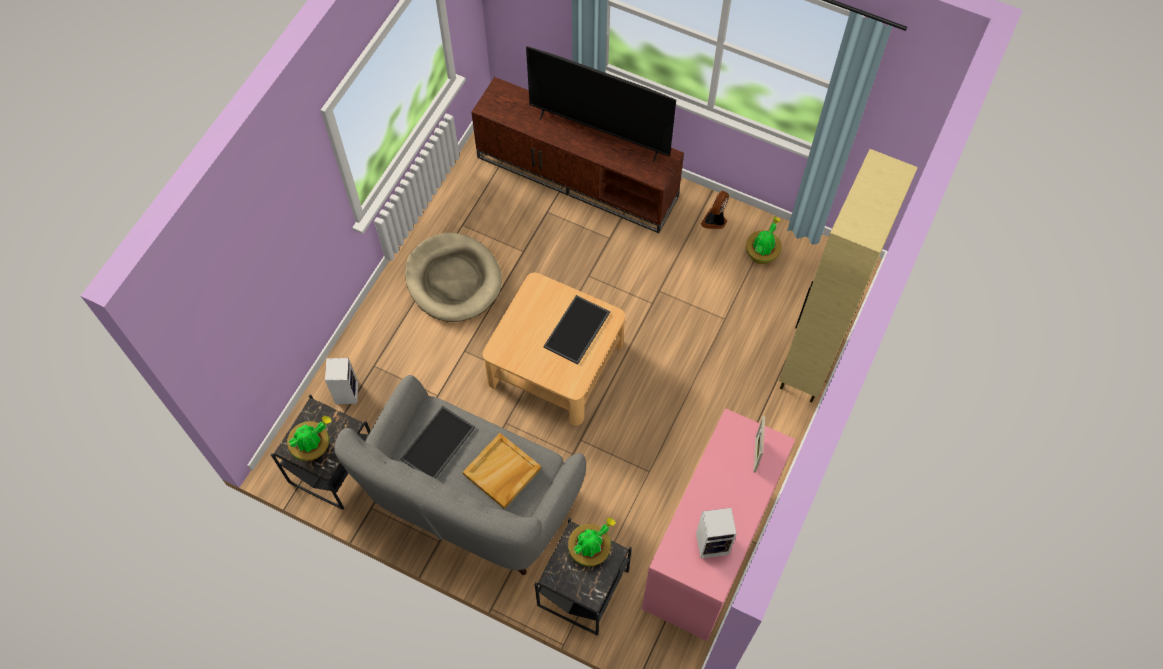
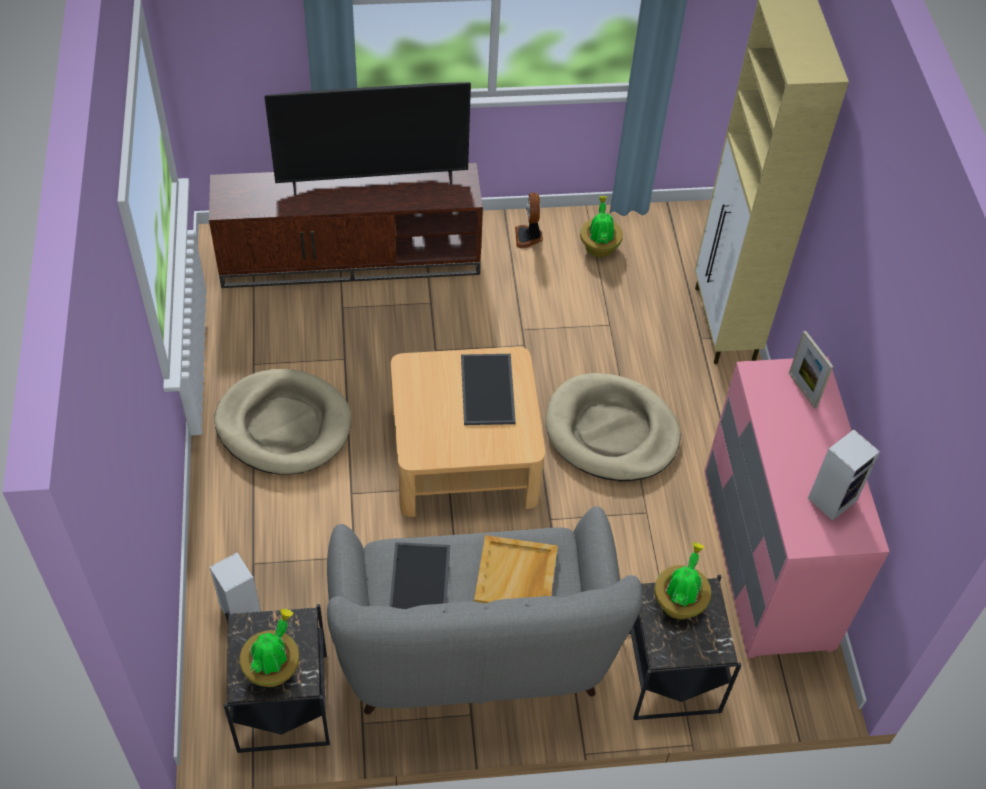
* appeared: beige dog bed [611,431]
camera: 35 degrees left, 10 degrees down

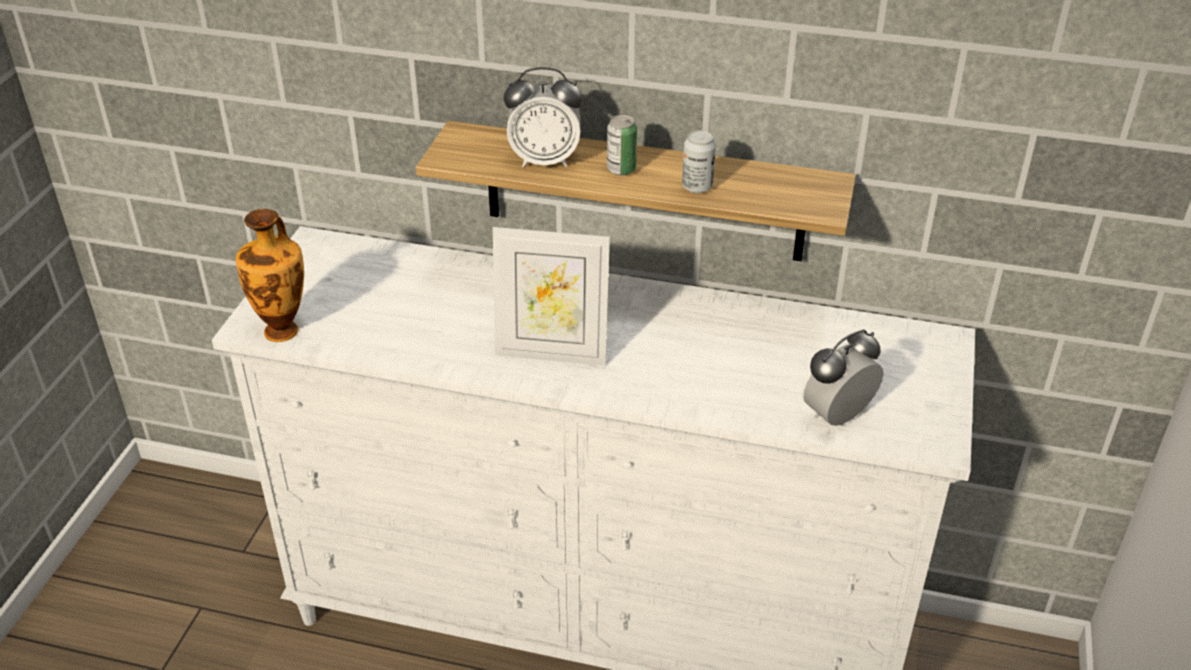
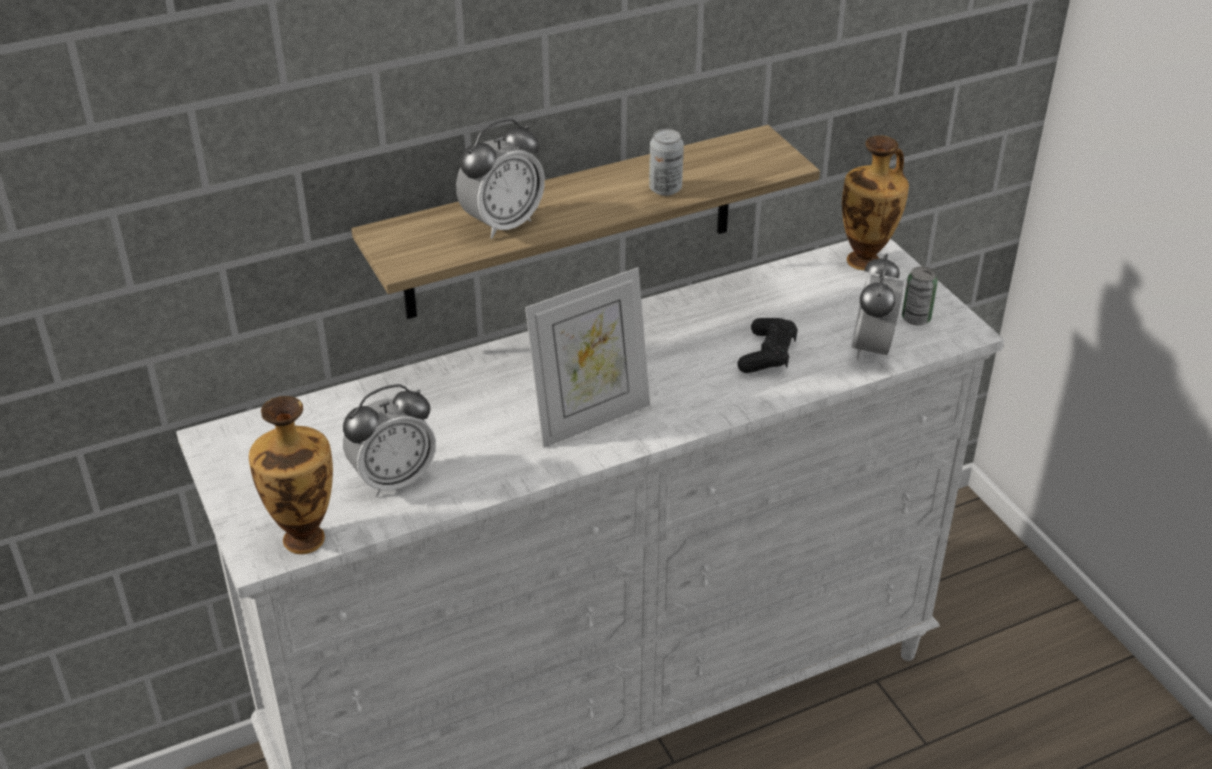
* appeared: alarm clock [393,479]
* appeared: black game controller [767,355]
* appeared: vase [866,260]
* relocated: can [621,169] to [916,318]
camera: 40 degrees left, 0 degrees up

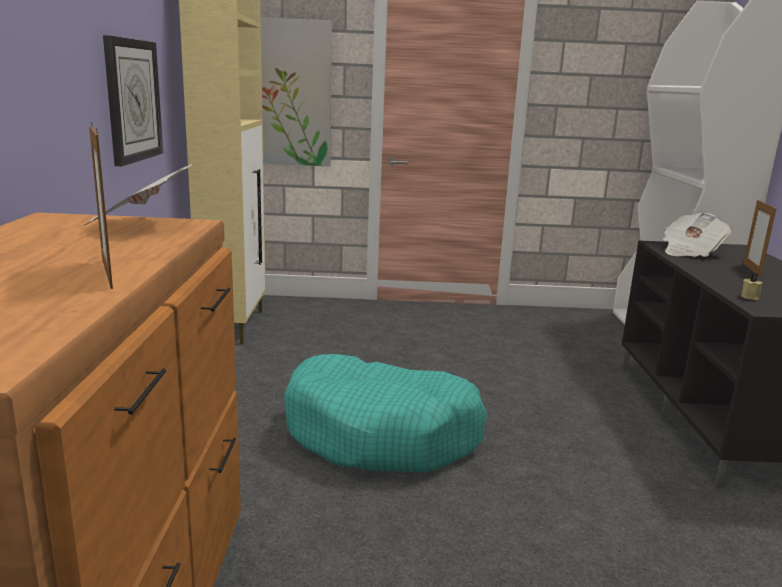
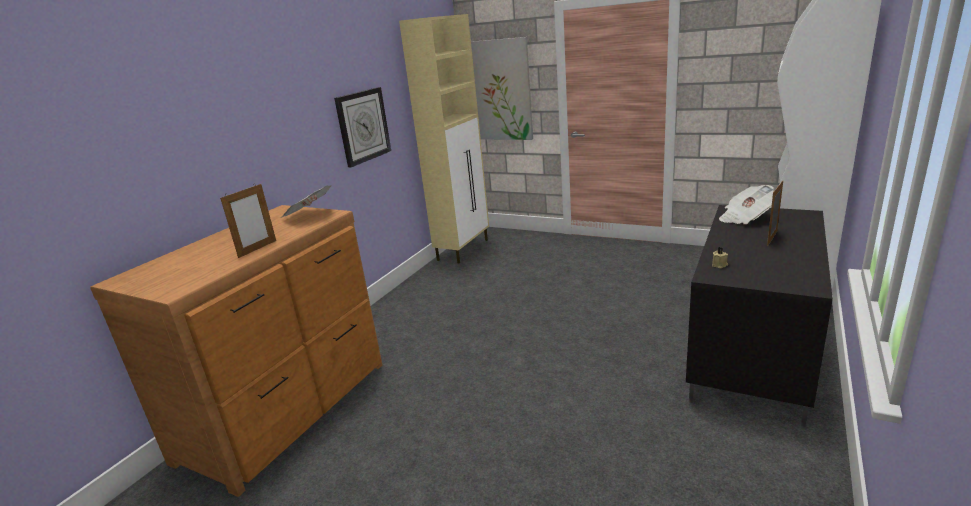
* missing: turquoise dog bed [382,433]
* spun: picture frame [107,273] = [257,249] 150 degrees counterclockwise
camera: 30 degrees right, 5 degrees up

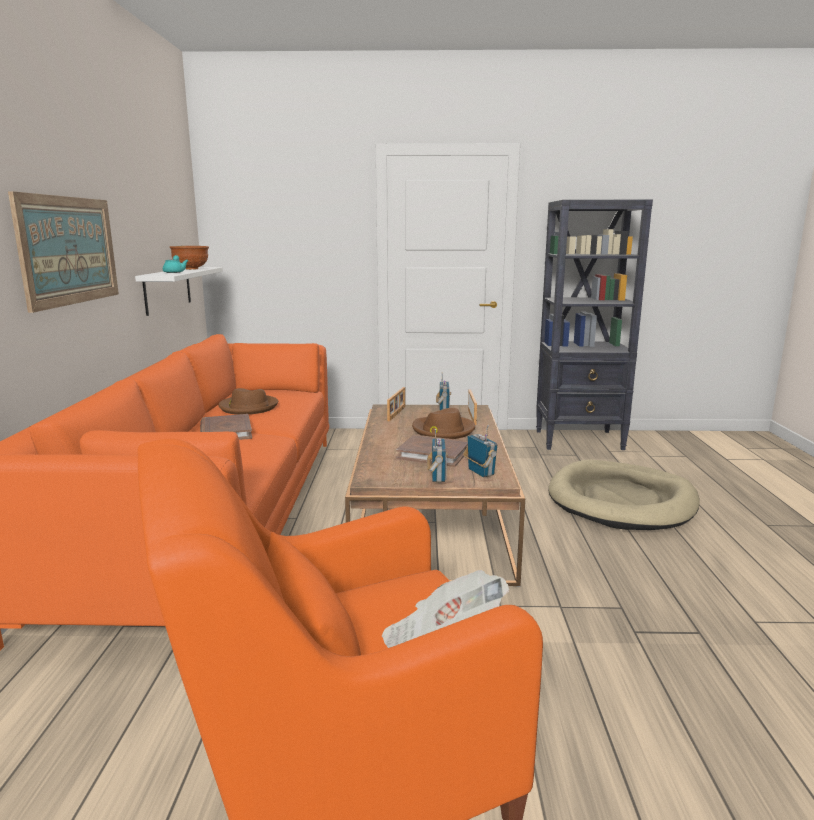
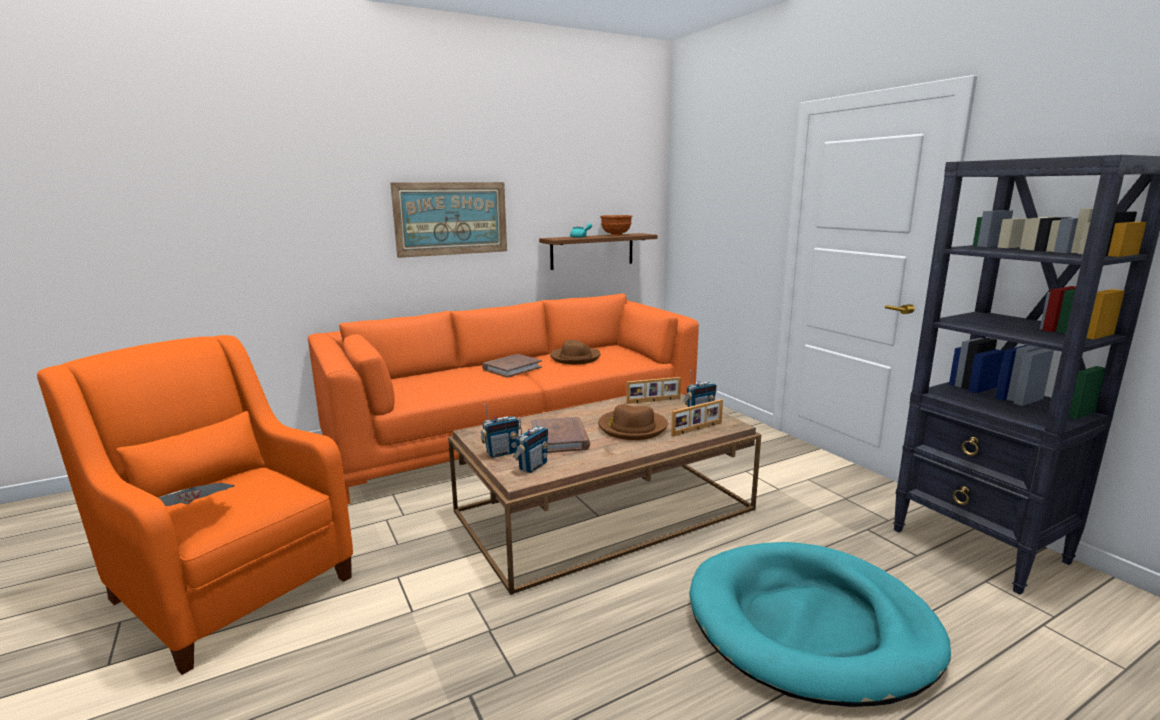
* colour: white shelf [168,289] to brown shelf [592,251]
* colour: beige dog bed [621,501] to turquoise dog bed [810,625]
camera: 60 degrees right, 0 degrees up

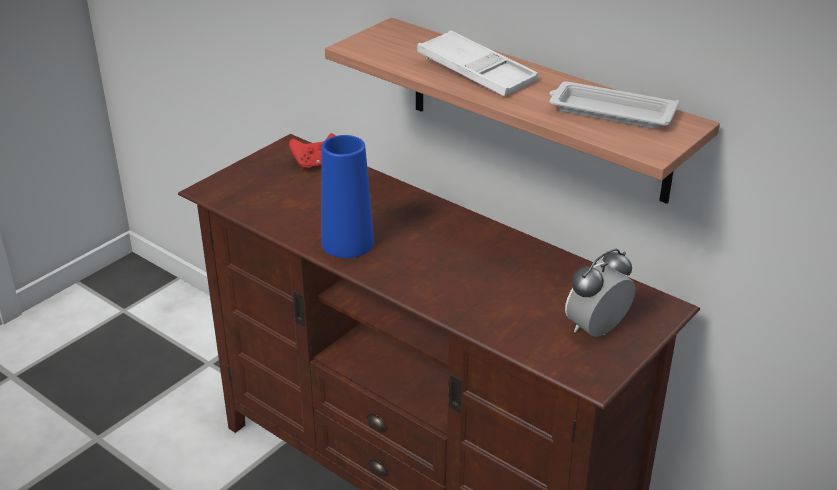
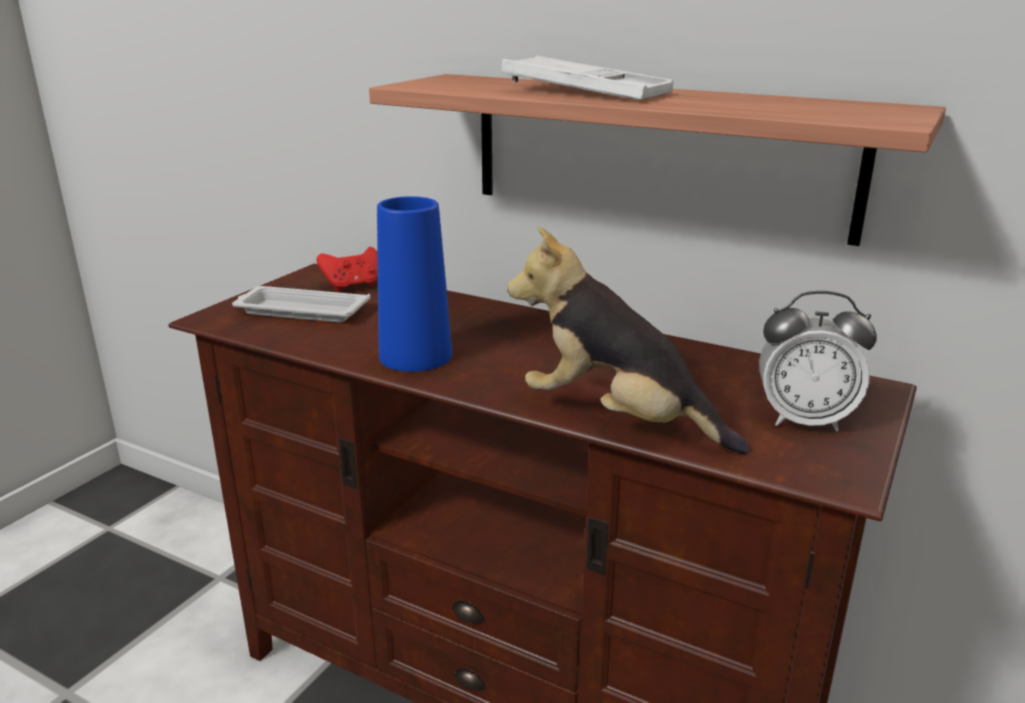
* appeared: plush toy [617,420]
* relocated: white tray [609,112] to [300,311]
* spun: alarm clock [596,329] = [804,420] 120 degrees counterclockwise
camera: 10 degrees left, 10 degrees down

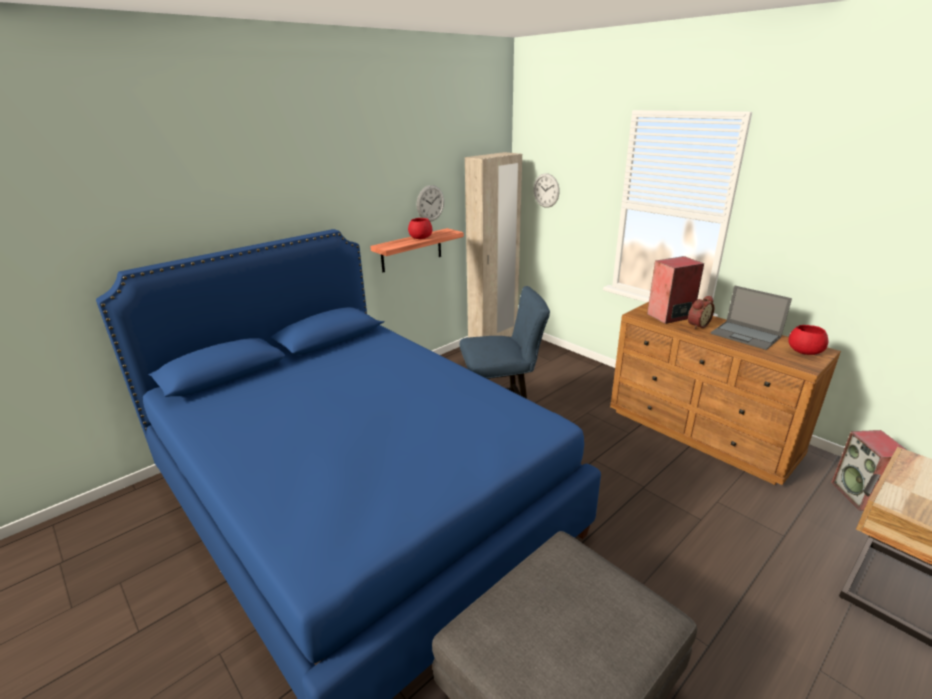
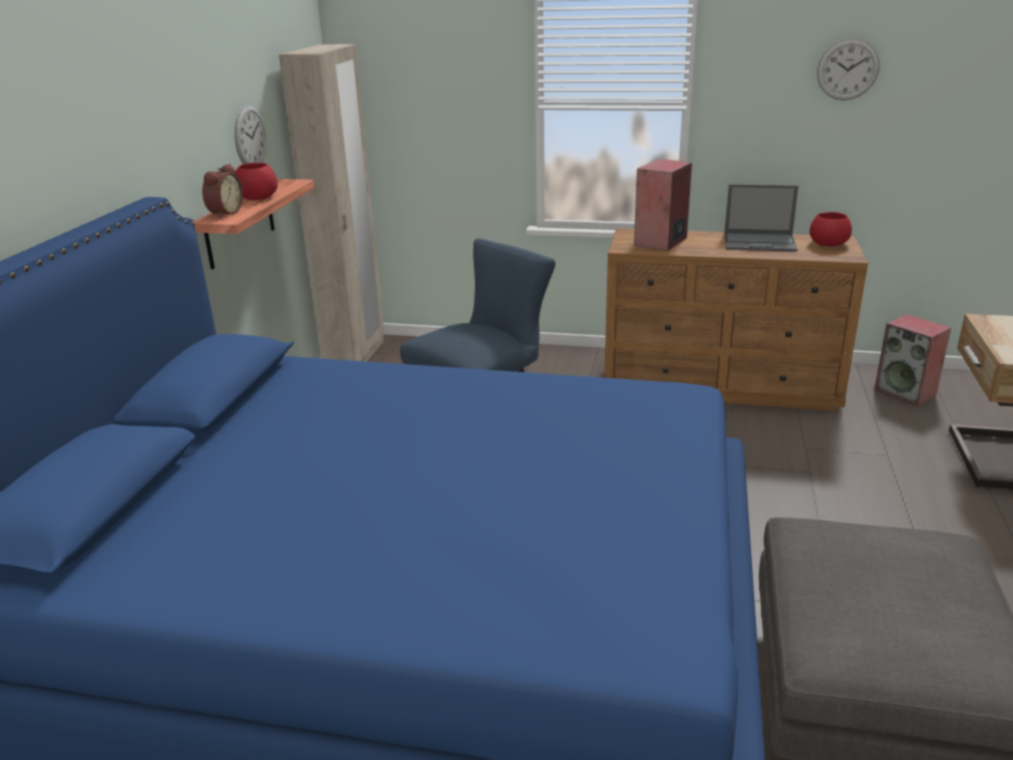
* relocated: wall clock [546,190] to [847,69]
* relocated: alarm clock [697,325] to [224,213]
camera: 35 degrees left, 0 degrees up

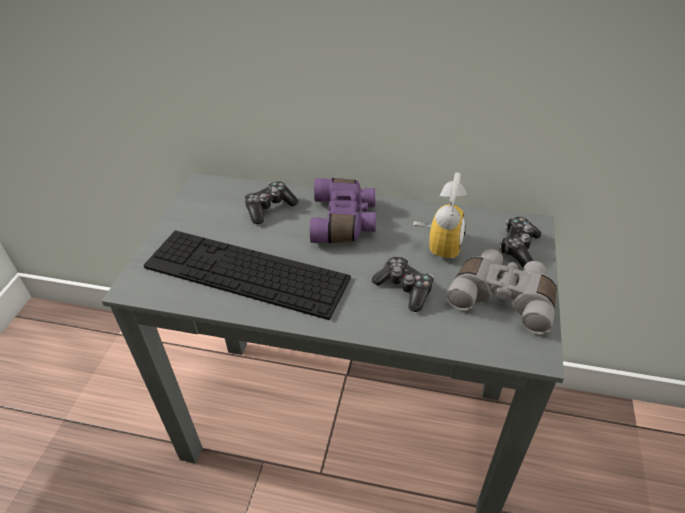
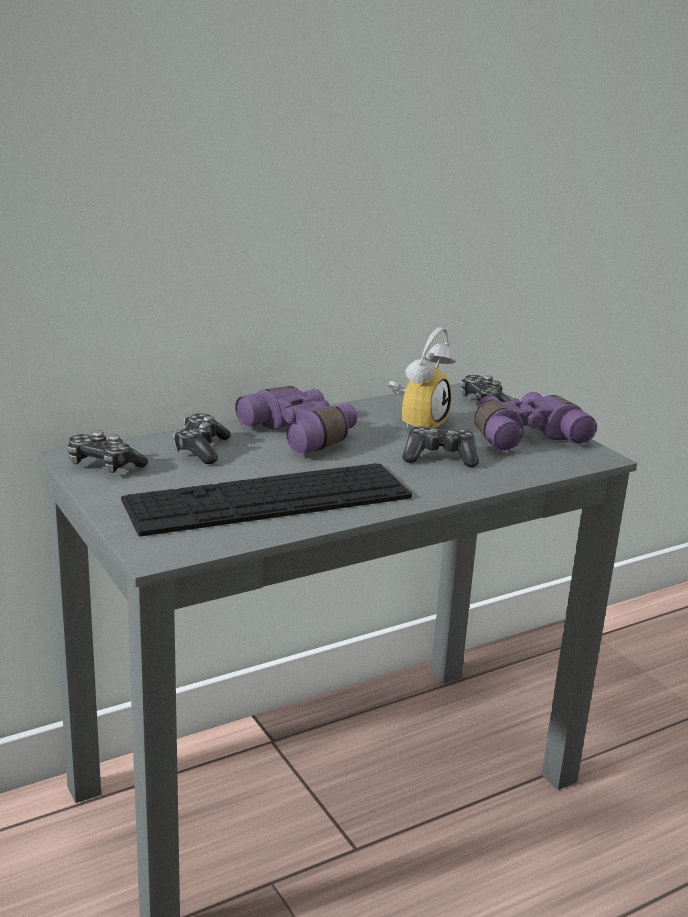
* appeared: game controller [104,465]
* colour: grey binoculars [503,297] to purple binoculars [524,436]
* spun: alarm clock [437,245] = [417,423] 60 degrees clockwise
camera: 45 degrees left, 20 degrees down

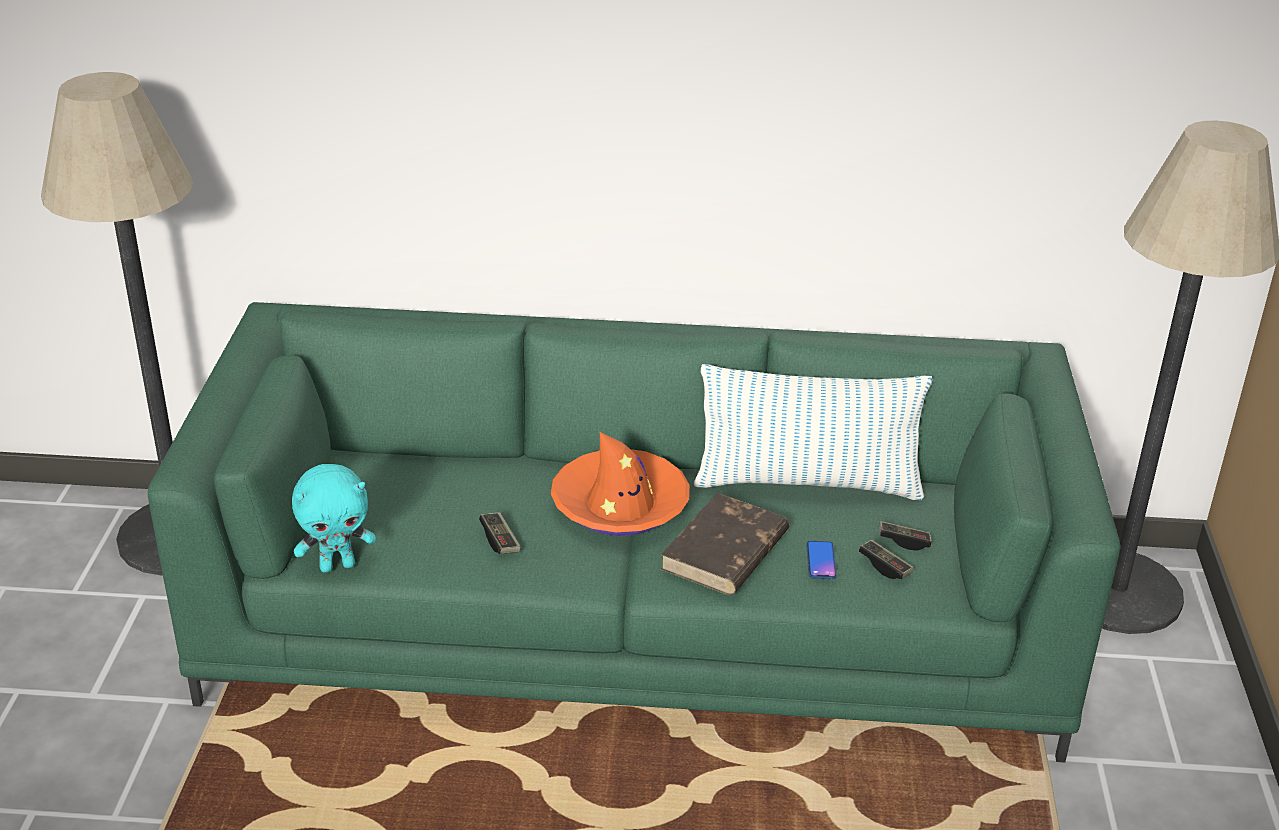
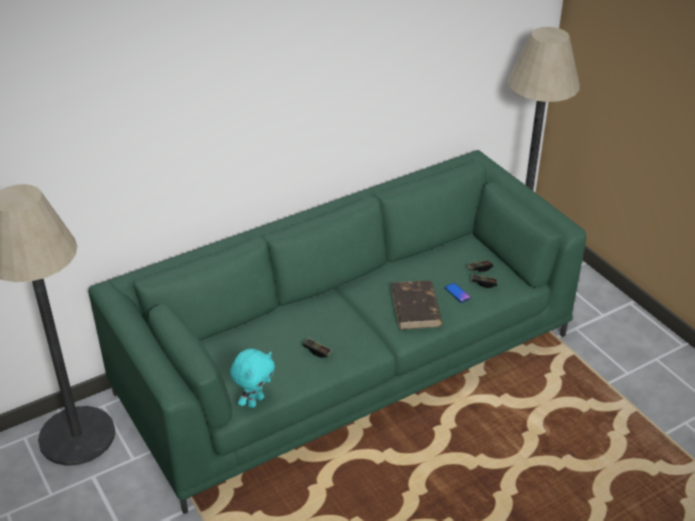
* missing: orange hat [620,505]
* missing: pillow [807,483]
camera: 35 degrees left, 5 degrees up

